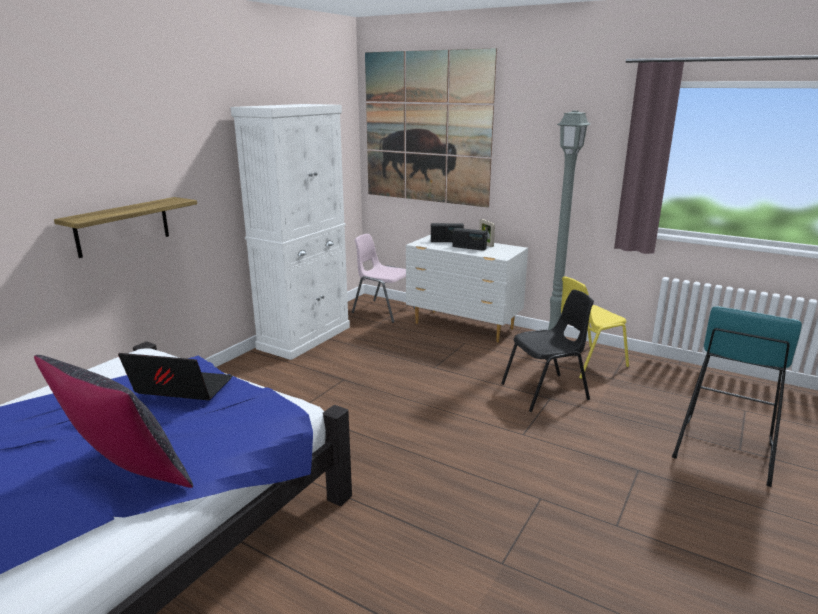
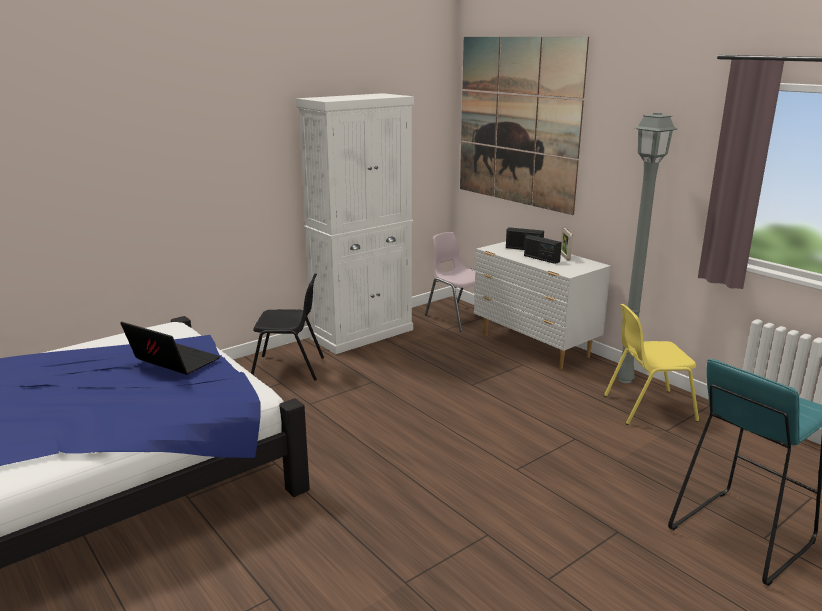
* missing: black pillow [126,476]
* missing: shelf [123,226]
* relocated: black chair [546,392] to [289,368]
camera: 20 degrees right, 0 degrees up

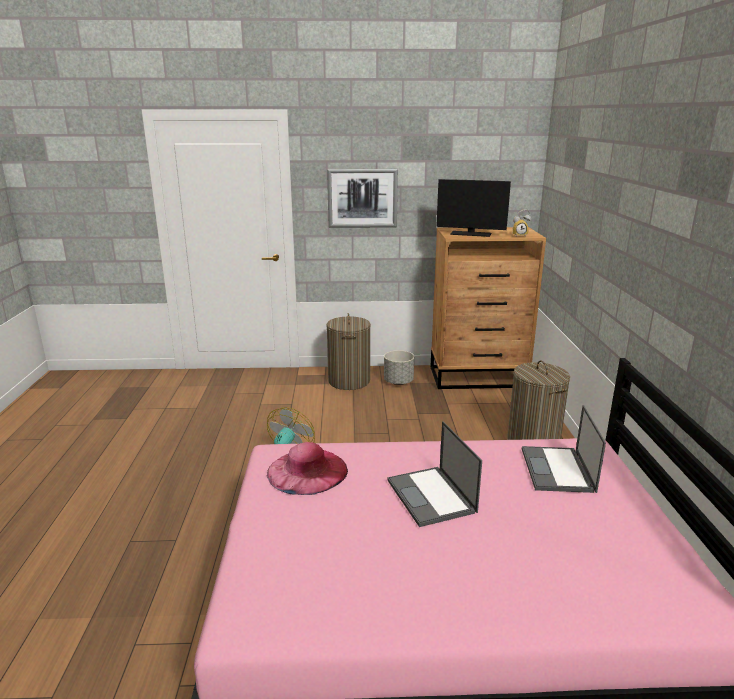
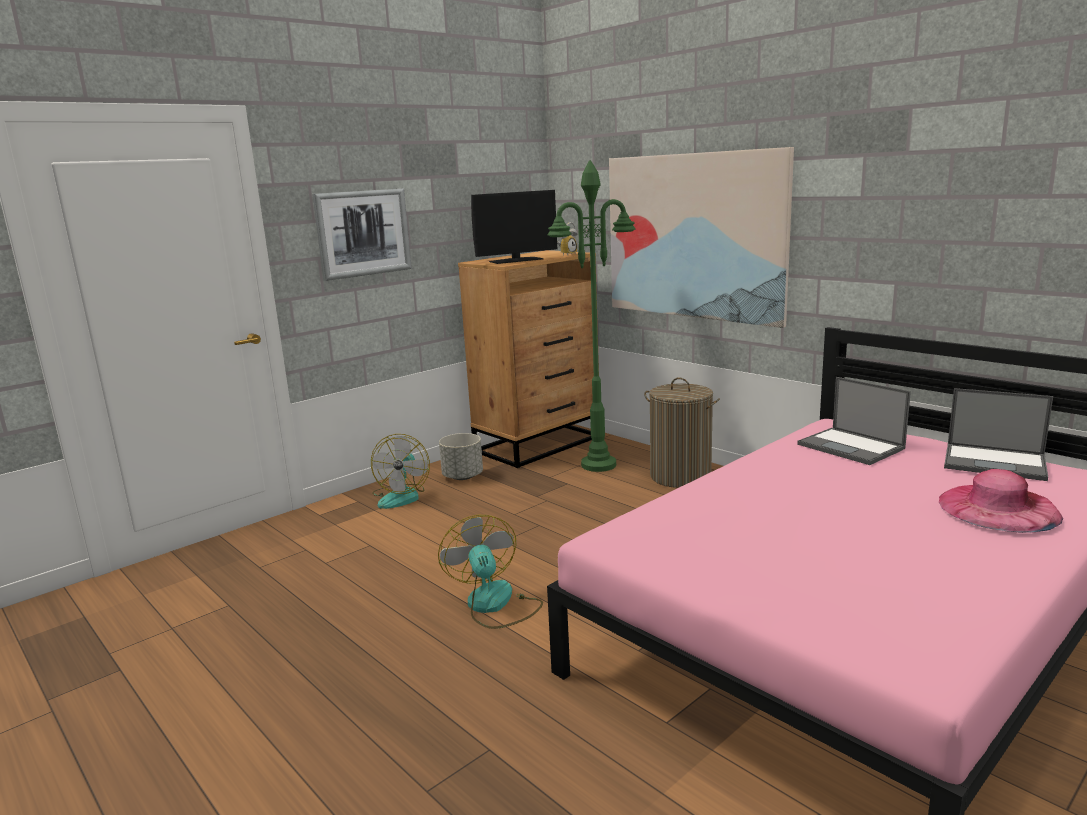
* appeared: green floor lamp [599,465]
* appeared: picture [694,236]
* relocated: pink hat [307,471] to [998,508]
* relocated: laptop [432,496] to [996,462]
* exchanged: laundry basket [349,381] to fan [402,496]
camera: 40 degrees left, 5 degrees down

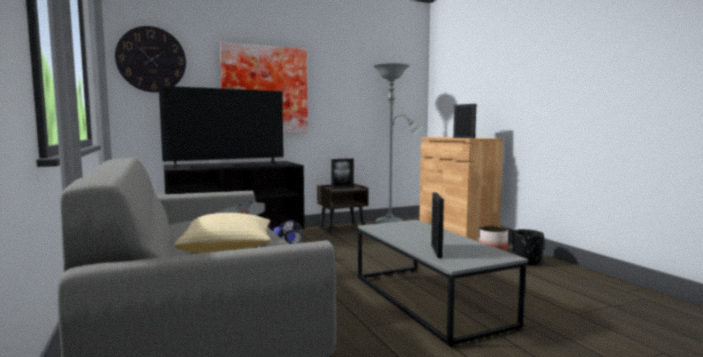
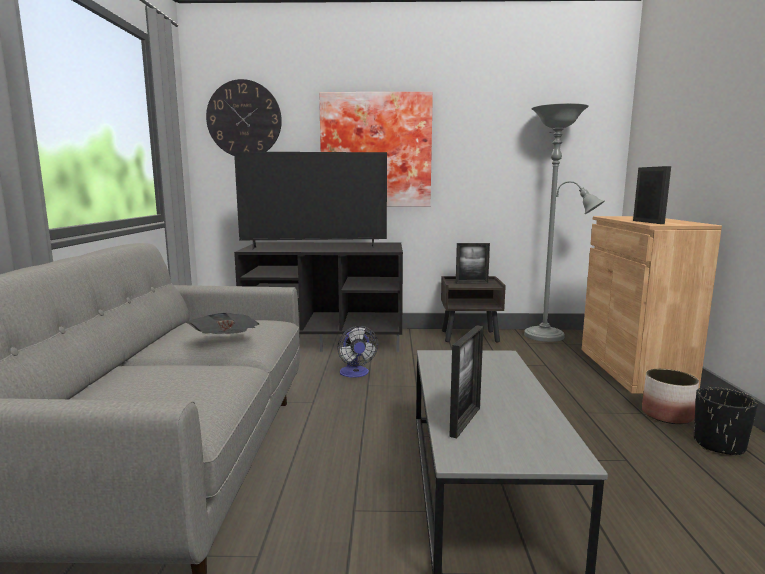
* missing: pillow [228,249]
camera: 25 degrees right, 5 degrees up

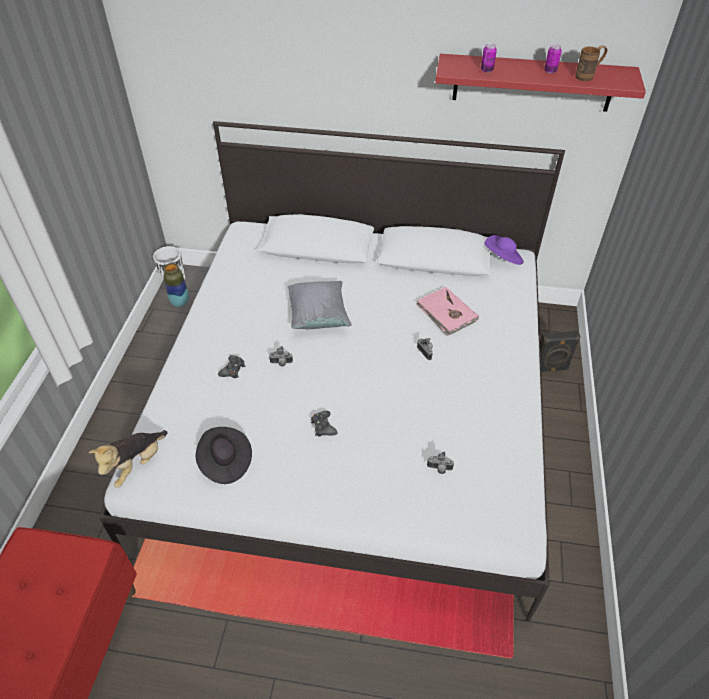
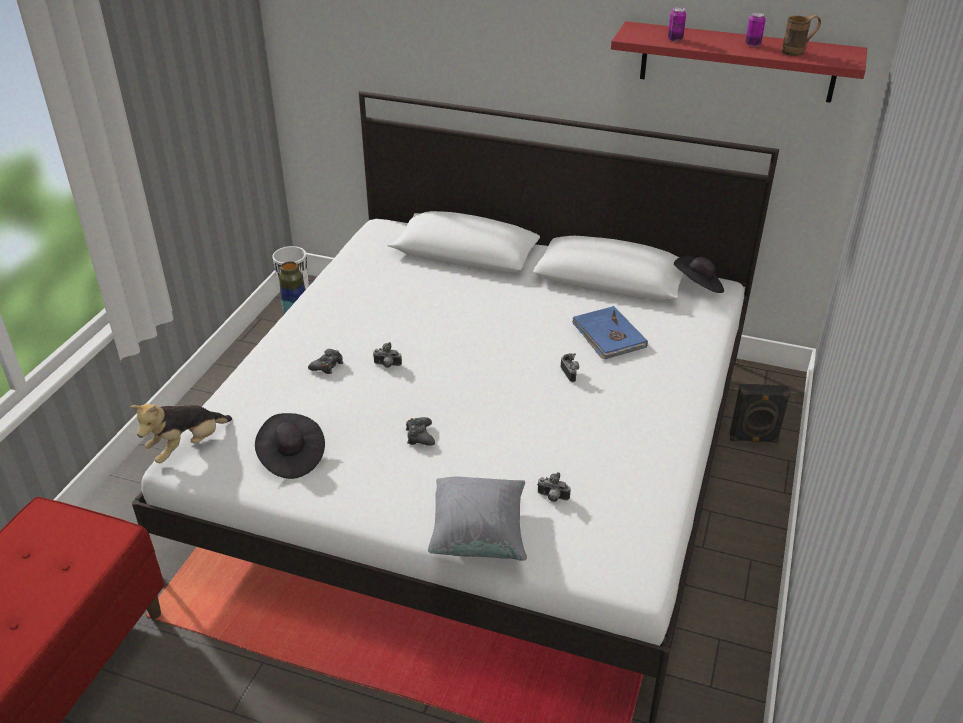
* relocated: grey pillow [318,317] to [478,536]
* colour: pink book [446,313] to blue book [608,336]
* colour: purple hat [503,259] to black hat [698,286]
camera: 10 degrees right, 10 degrees down

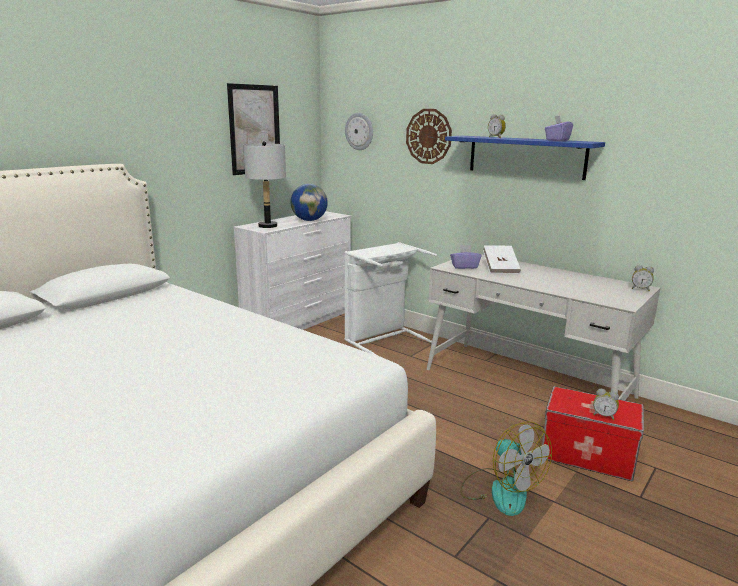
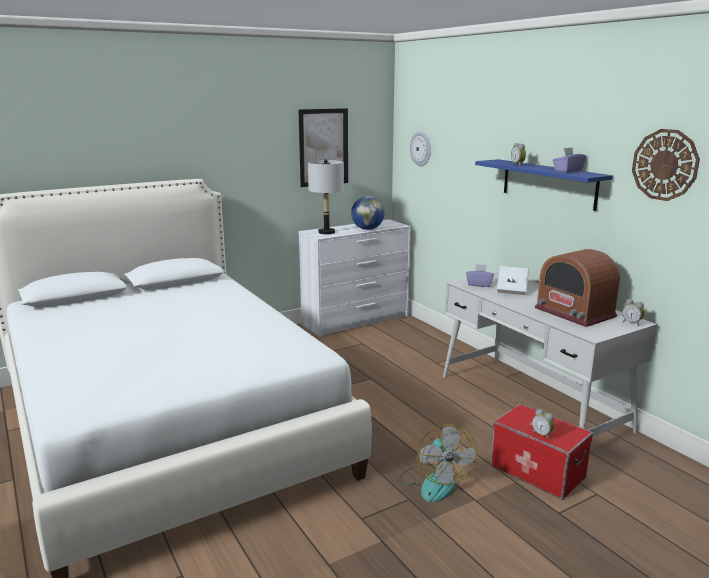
* missing: white laundry basket [382,339]
* appeared: radio [574,312]
* relocated: wall clock [428,136] to [665,165]
camera: 20 degrees right, 0 degrees up

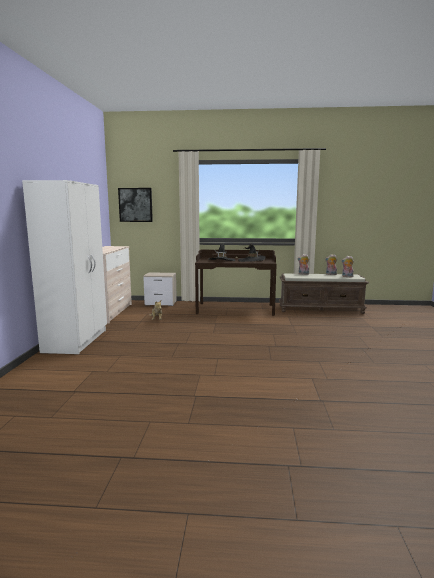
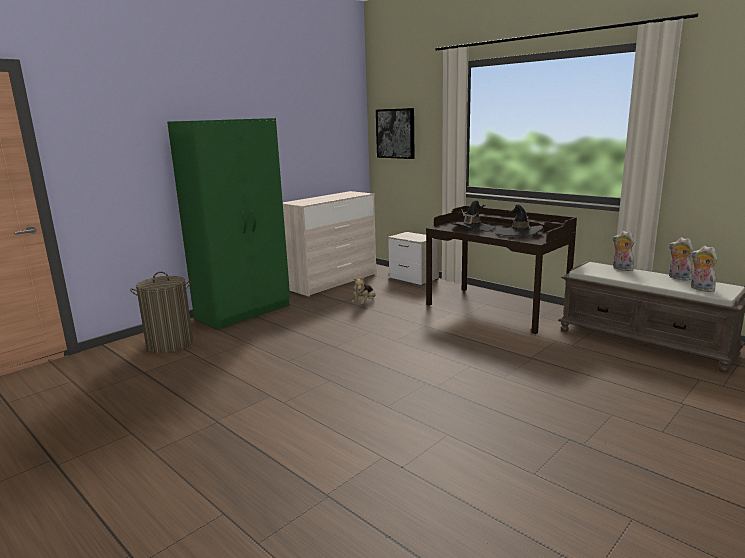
* appeared: laundry basket [169,344]
* colour: white wardrobe [77,340] to green wardrobe [244,312]
camera: 40 degrees right, 5 degrees up

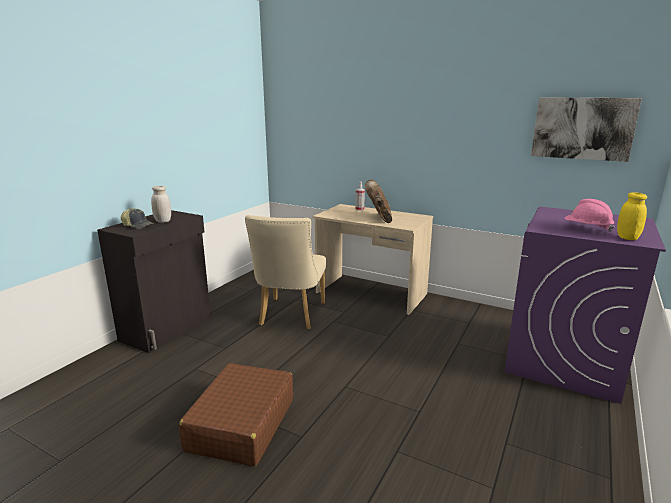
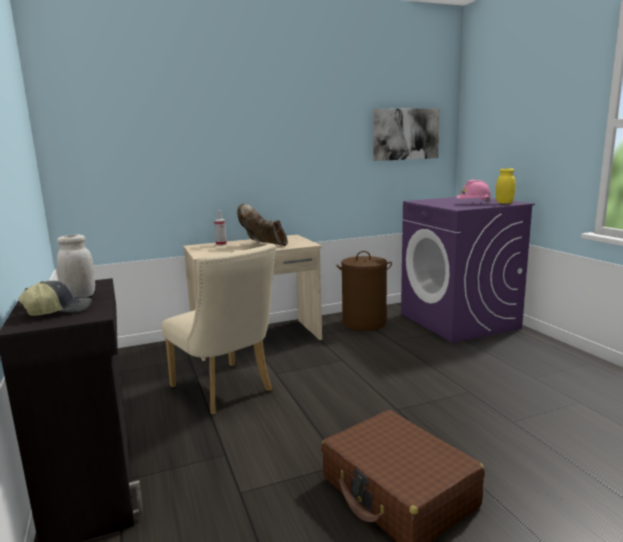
* appeared: brown laundry basket [364,323]
camera: 50 degrees left, 5 degrees down

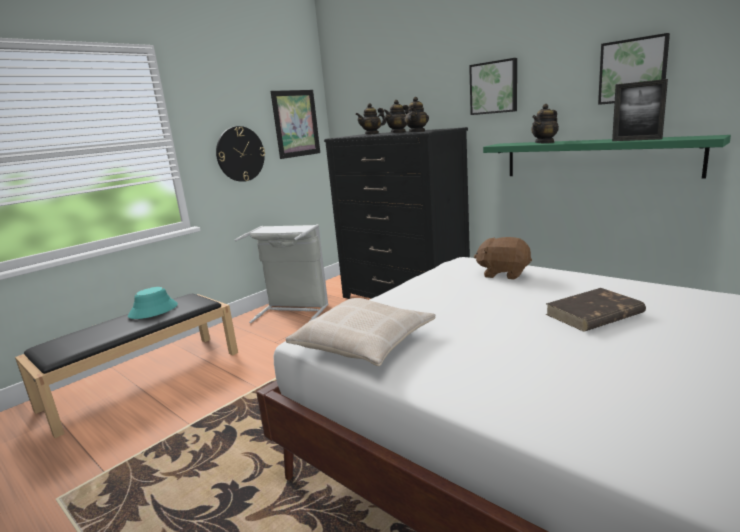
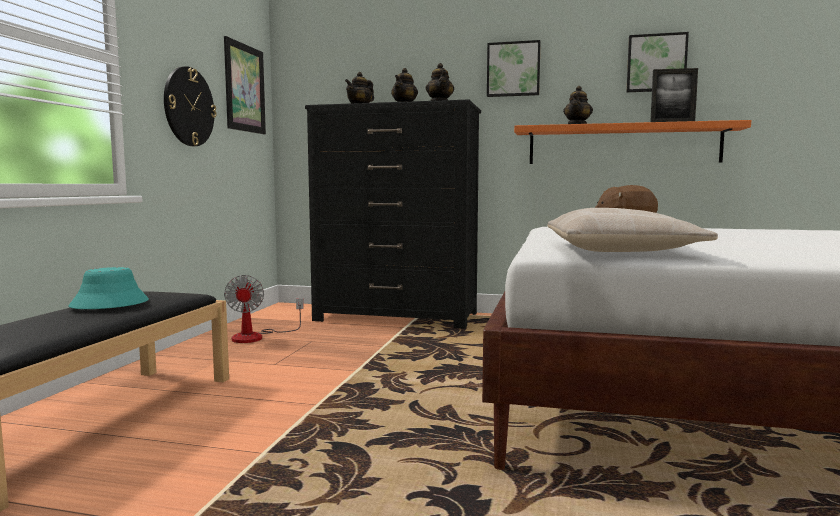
* missing: brown book [593,314]
* exchanged: grey laundry basket [293,311] to fan [257,336]
* colour: green shelf [596,158] to orange shelf [623,144]
camera: 30 degrees left, 10 degrees down

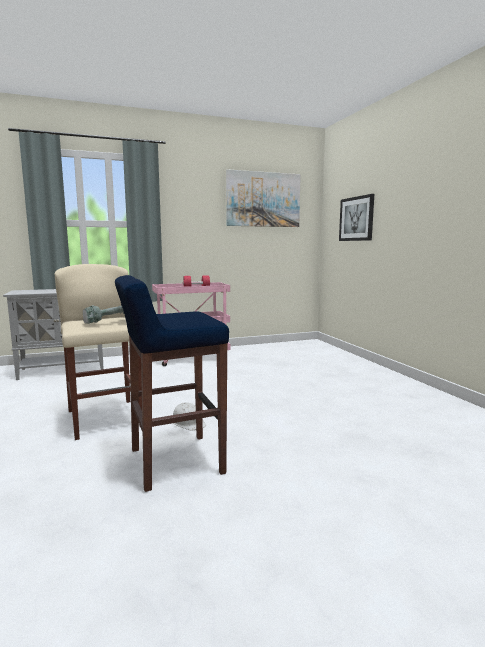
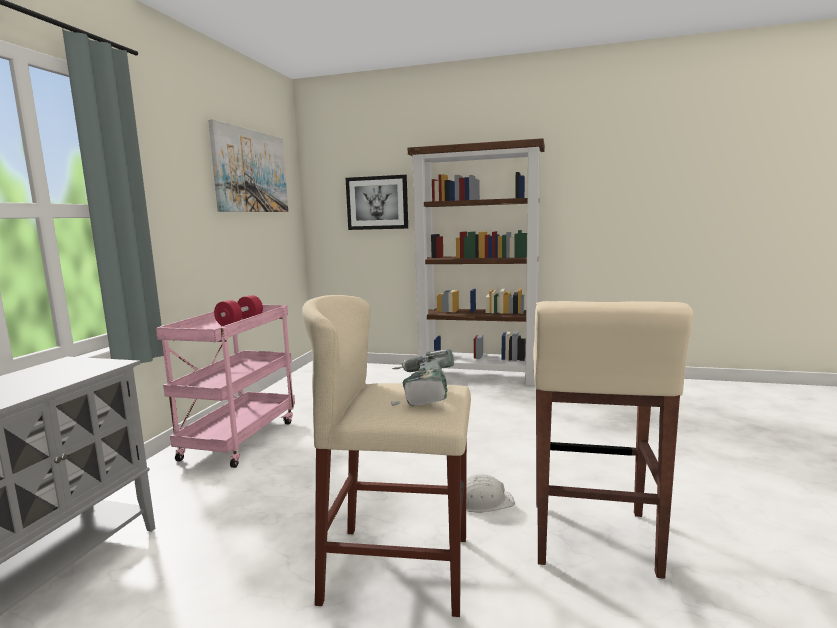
* appeared: brown bookcase [479,376]
* colour: blue stool [174,461] to beige stool [592,539]
camera: 55 degrees left, 0 degrees up

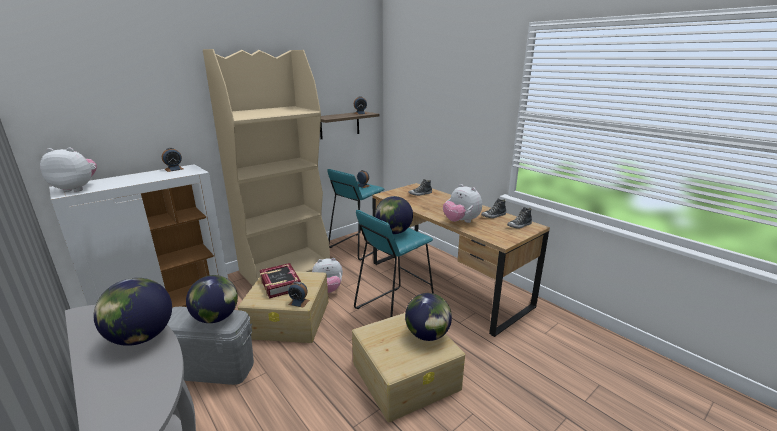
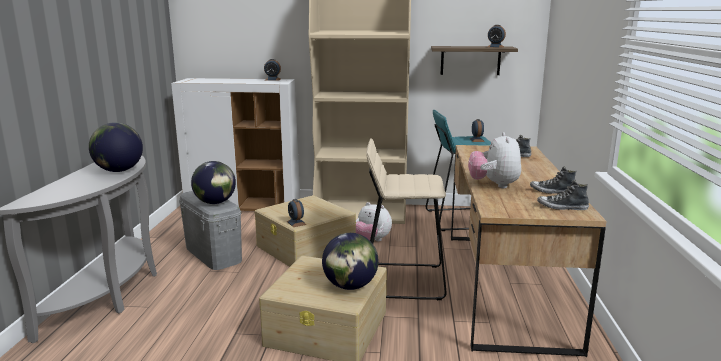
* missing: plush toy [77,188]
* missing: book [280,284]
* missing: globe [393,232]
* colour: turquoise stool [393,310] to beige stool [402,280]
camera: 45 degrees right, 5 degrees down

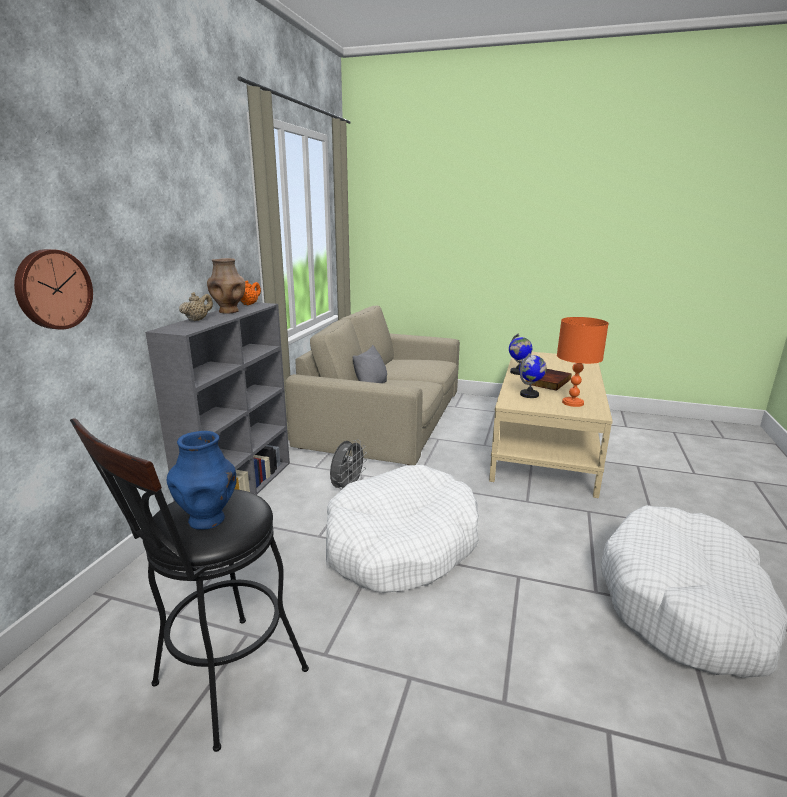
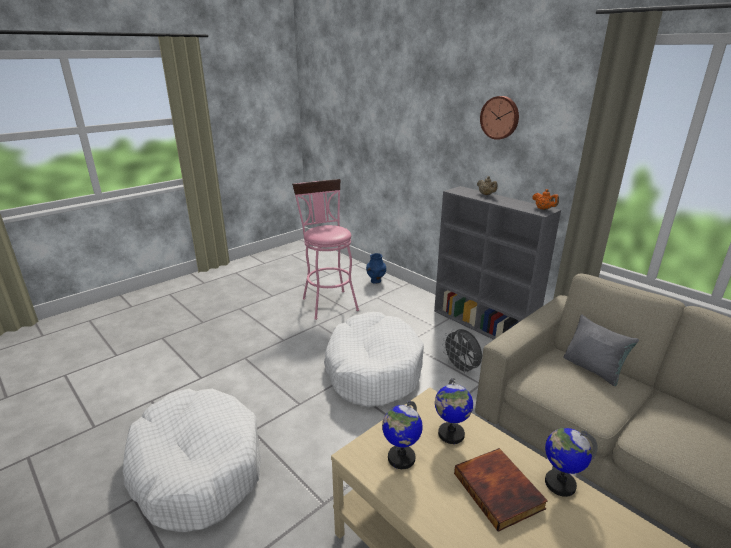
* missing: brown vase [229,311]
* relocated: wall clock [52,289] to [500,117]
* relocated: blue vase [208,519] to [376,281]
* exchanged: orange table lamp [573,403] to globe [401,458]
* colour: black stool [220,685] to pink stool [328,302]
camera: 120 degrees right, 5 degrees up

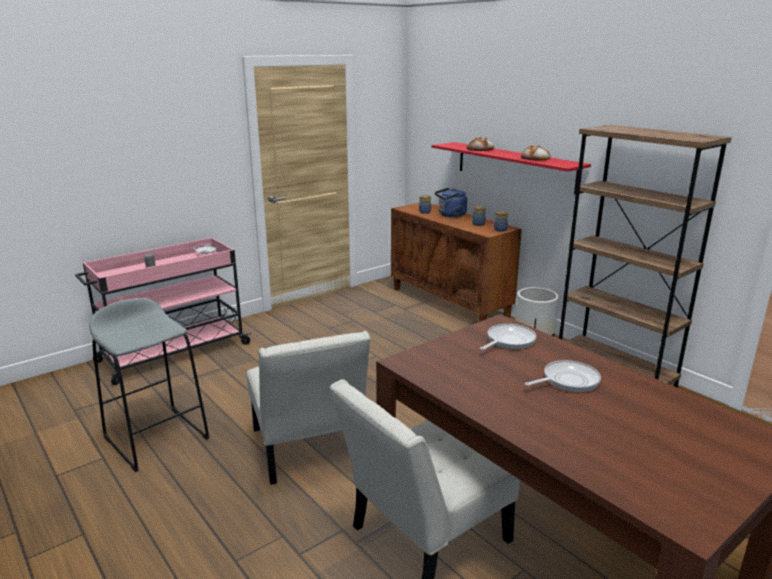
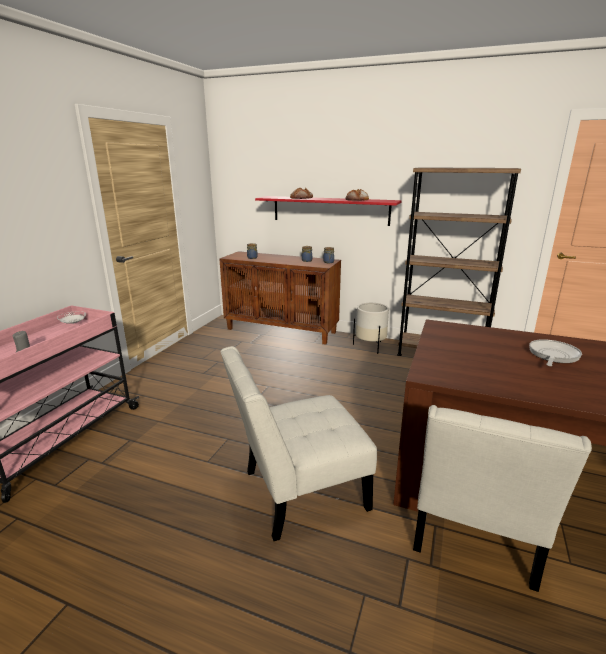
* missing: grey stool [157,437]
* missing: blue kettle [450,215]
* missing: frying pan [508,341]
* spun: white chair [308,450] = [298,492] 120 degrees clockwise
camera: 30 degrees left, 0 degrees up

